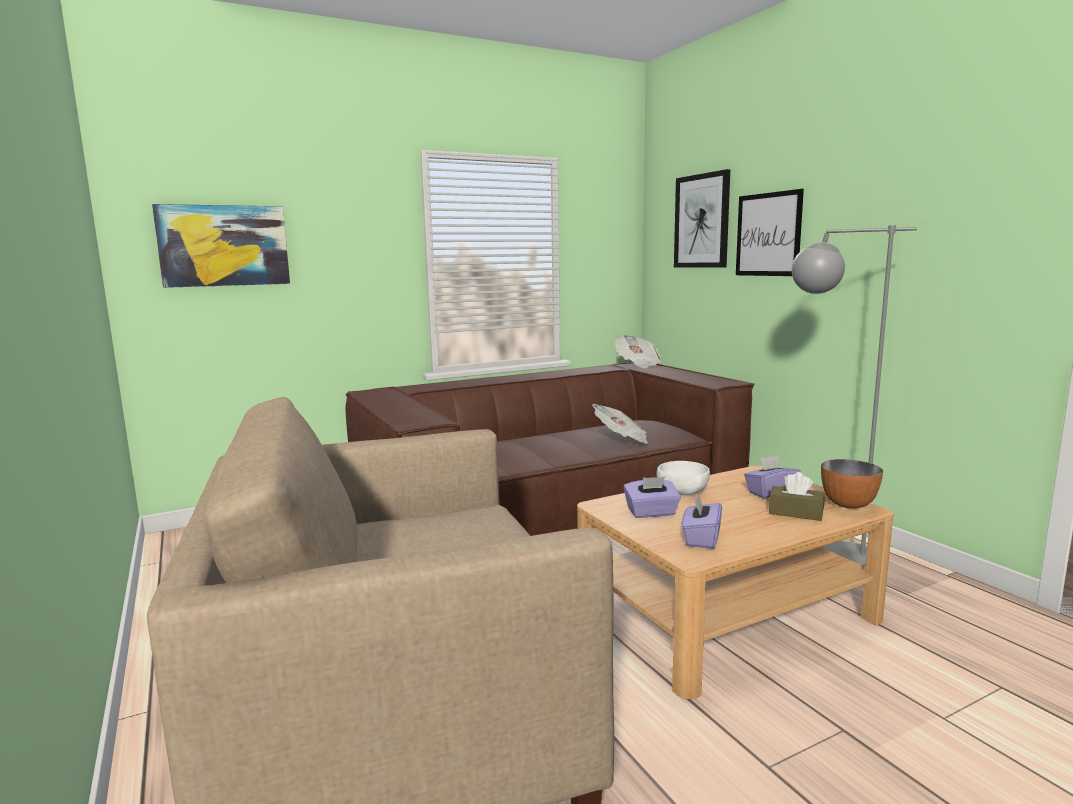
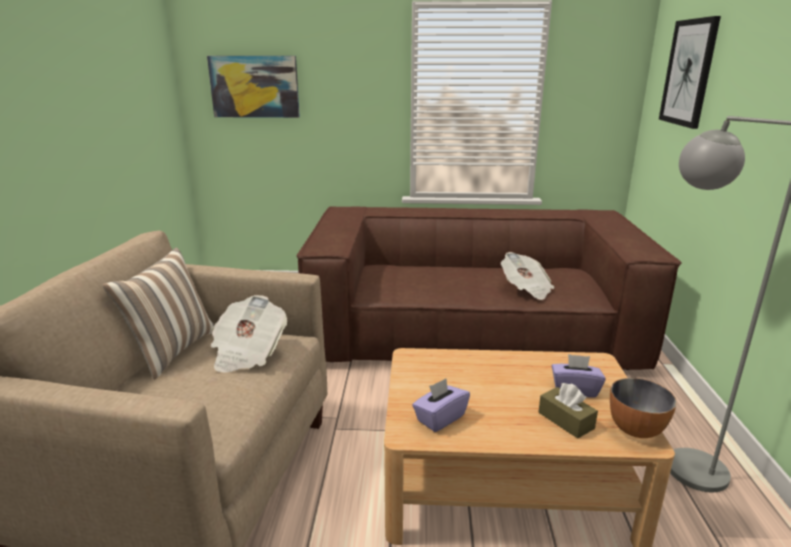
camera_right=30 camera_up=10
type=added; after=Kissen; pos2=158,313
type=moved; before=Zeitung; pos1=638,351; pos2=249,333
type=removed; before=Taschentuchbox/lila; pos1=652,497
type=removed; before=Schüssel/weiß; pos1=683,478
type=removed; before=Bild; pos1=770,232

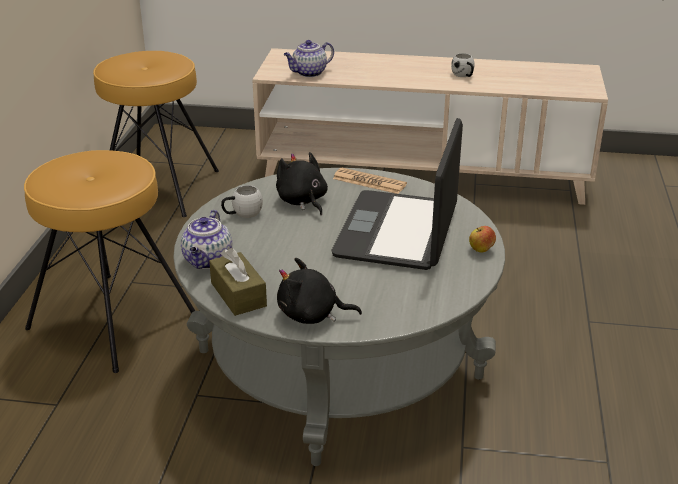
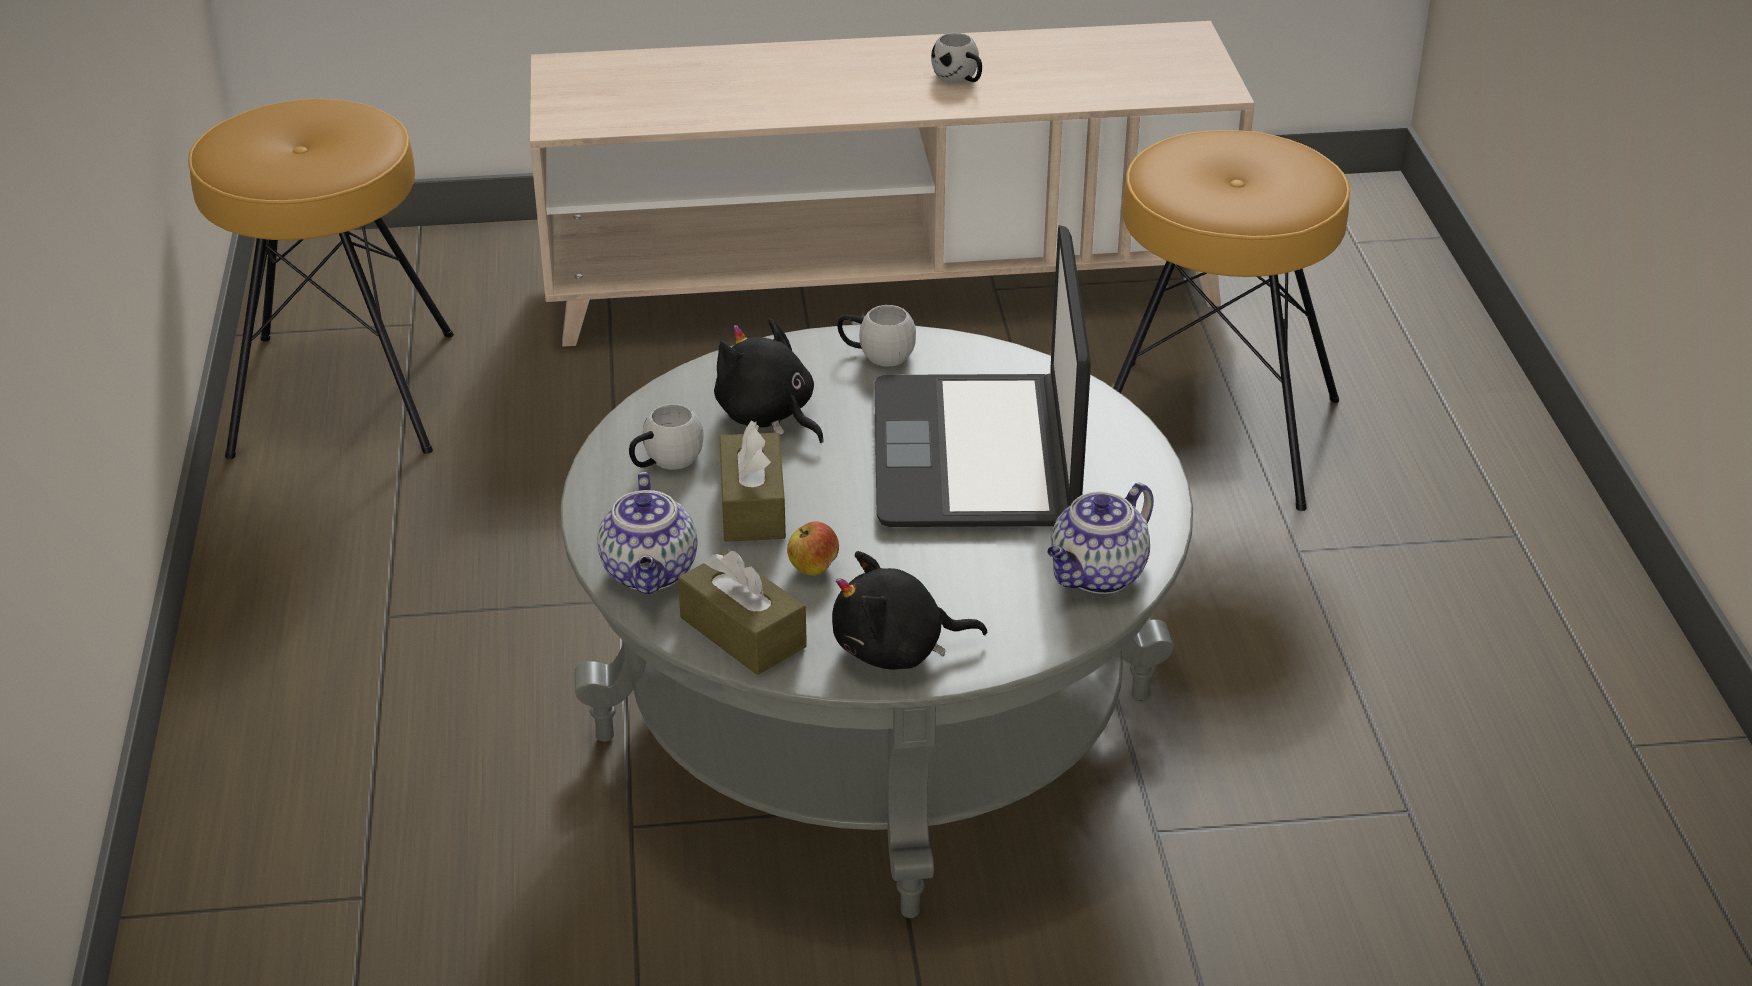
camera_right=-15 camera_up=5
type=added; after=Taschentuchbox/braun; pos2=752,481
type=moved; before=Apfel; pos1=482,239; pos2=813,548
type=replaced; before=Zeitung; after=Henkelbecher/weiß; pos1=370,181; pos2=877,335
type=moved; before=Teekanne; pos1=309,58; pos2=1100,538
type=moved; before=Hocker/braun; pos1=110,261; pos2=1231,320

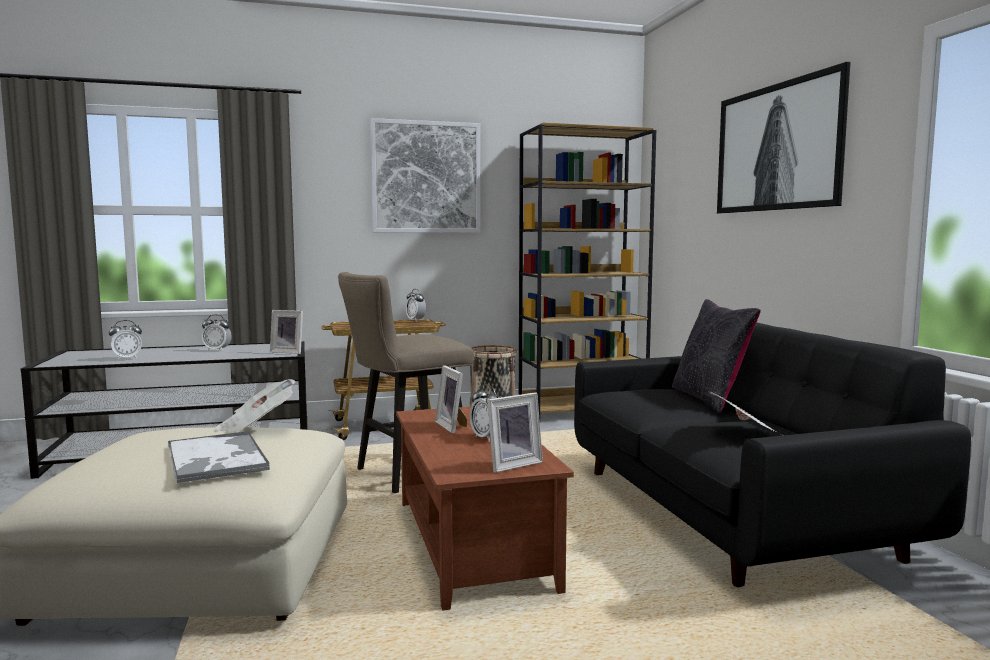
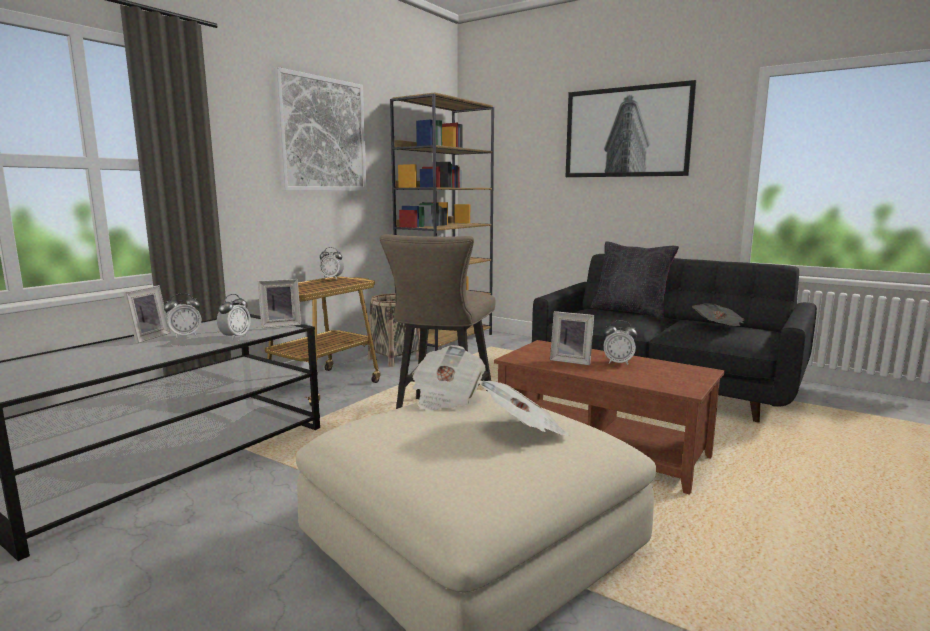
camera_right=-40 camera_up=5
type=moved; before=Bilderrahmen; pos1=515,432; pos2=147,314
type=moved; before=Wecker; pos1=125,340; pos2=234,317
type=replaced; before=Tablett; after=Zeitung; pos1=219,457; pos2=524,408

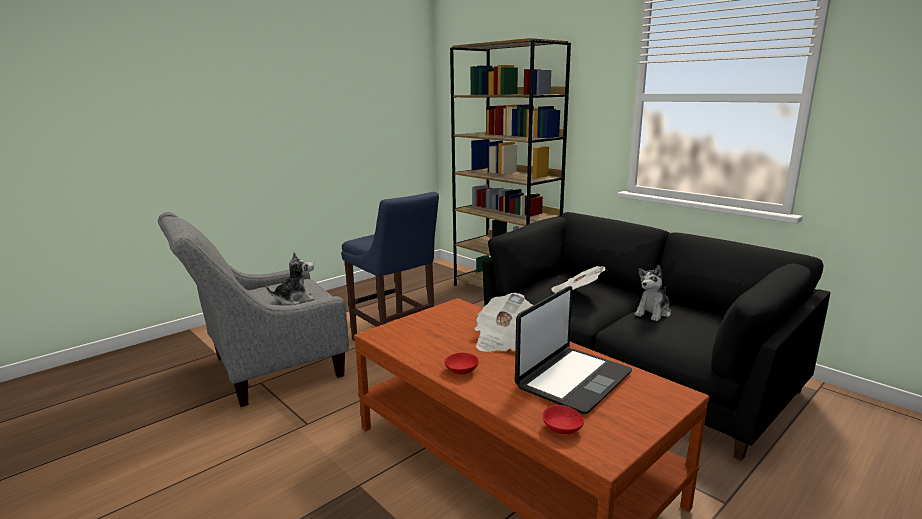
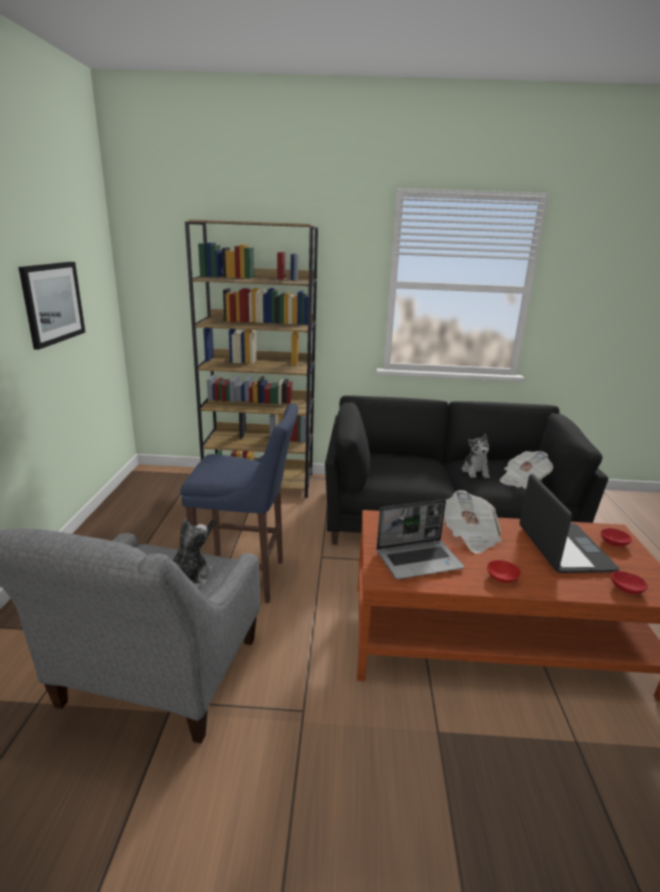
camera_right=-45 camera_up=5
type=added; after=Bild; pos2=51,306
type=added; after=Laptop; pos2=420,539
type=moved; before=Zeitung; pos1=579,279; pos2=526,470
type=added; after=Schüssel/rot; pos2=616,537

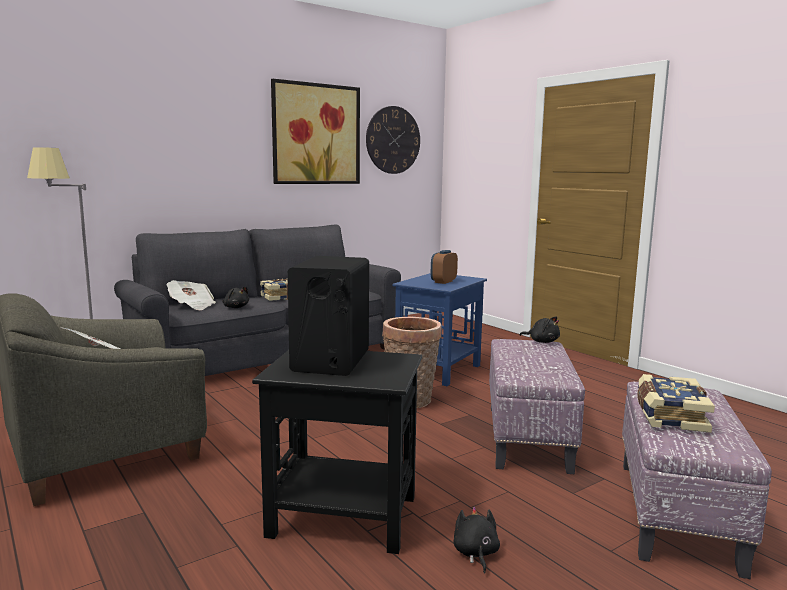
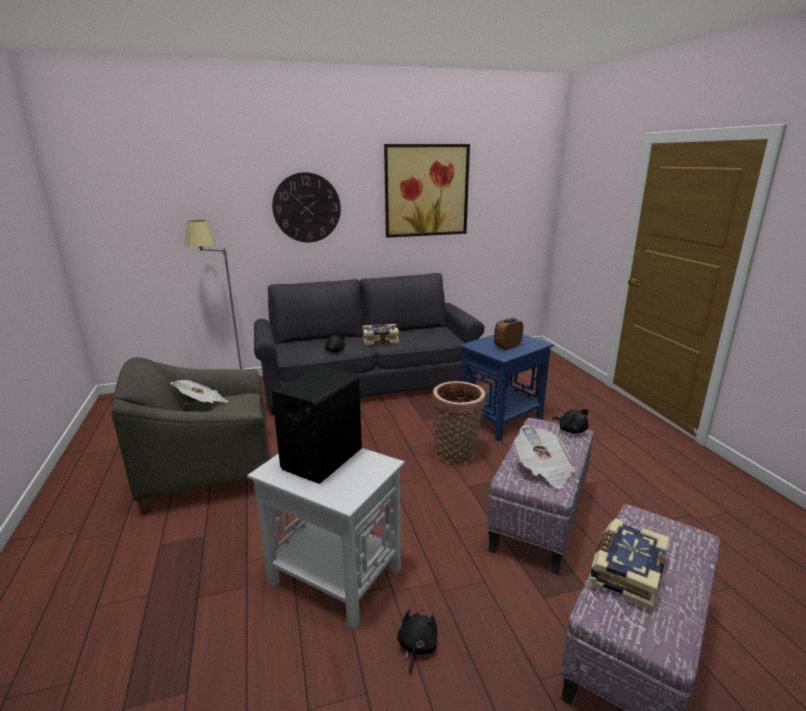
camera_right=20 camera_up=10
type=recoloured; before=Beistelltisch/schwarz; after=Beistelltisch/weiß; pos1=337,452; pos2=326,538
type=moved; before=Wanduhr; pos1=393,140; pos2=306,207
type=moved; before=Zeitung; pos1=191,295; pos2=545,457

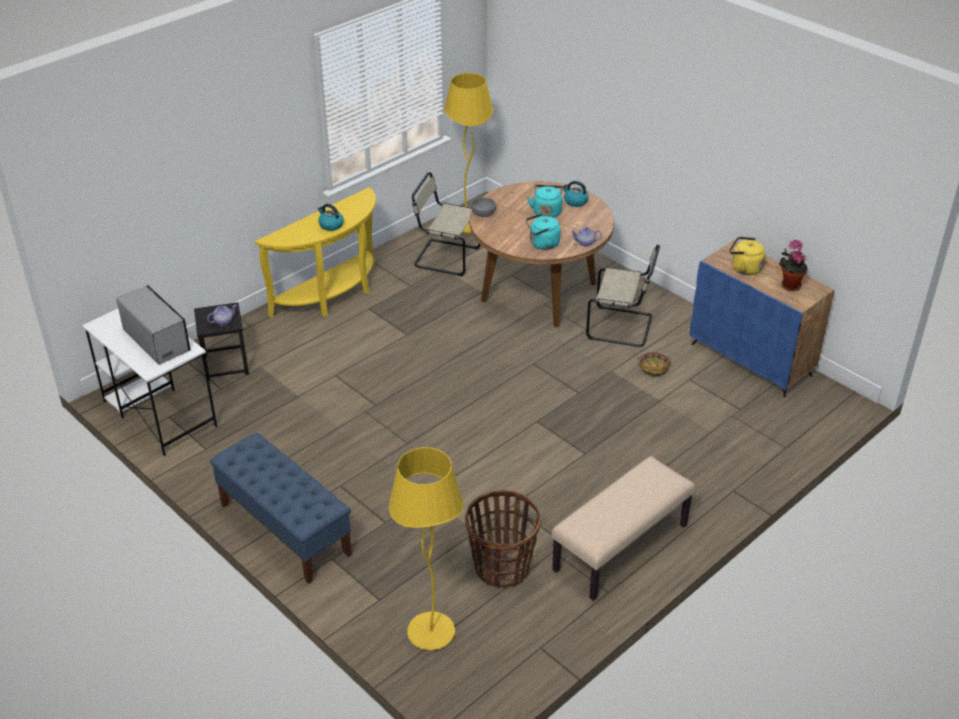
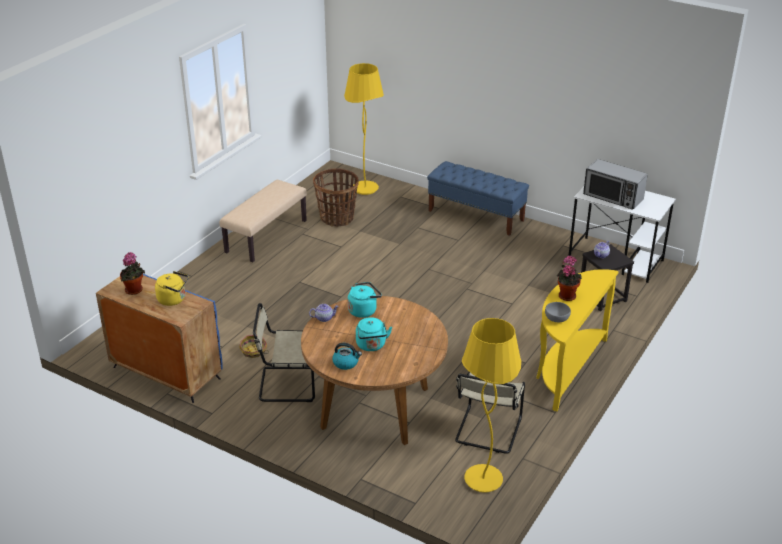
camera_right=165 camera_up=-5
type=turned; before=Stuhl/beige; pos1=446,224; pos2=490,413; turn=105
type=moved; before=Schüssel/grau; pos1=483,207; pos2=558,312
type=replaced; before=Wasserkessel; after=Topfpflanze; pos1=331,217; pos2=569,278

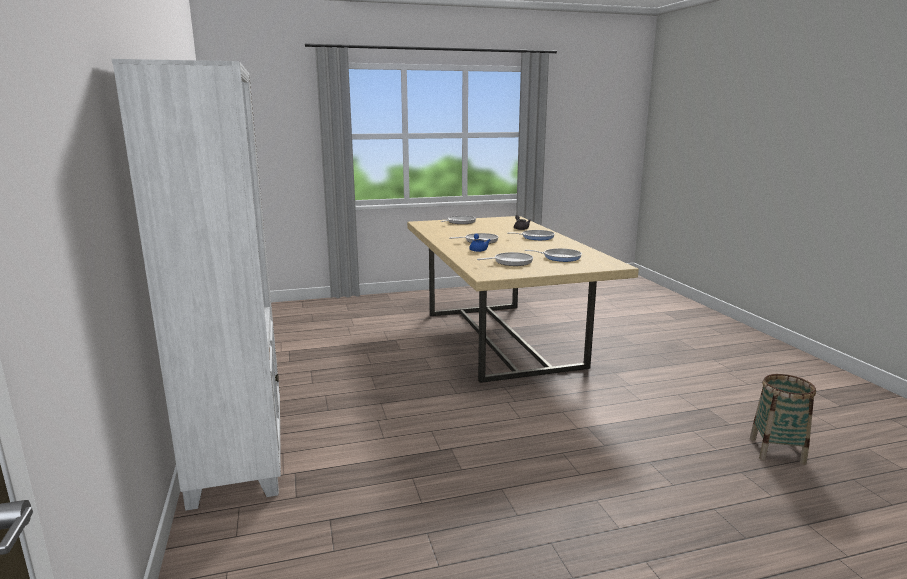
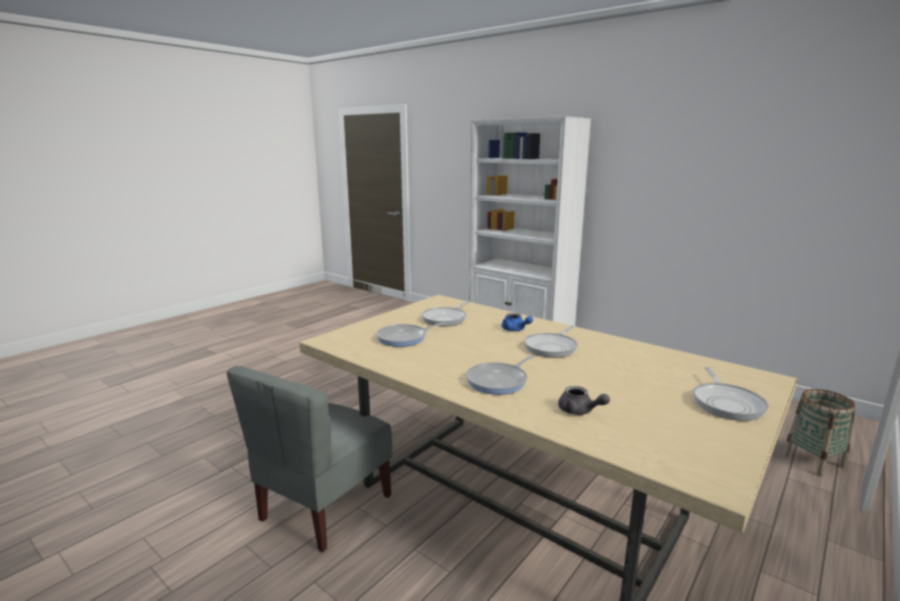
camera_right=145 camera_up=0
type=added; after=Stuhl/grau; pos2=309,459
type=moved; before=Korb; pos1=783,419; pos2=819,432

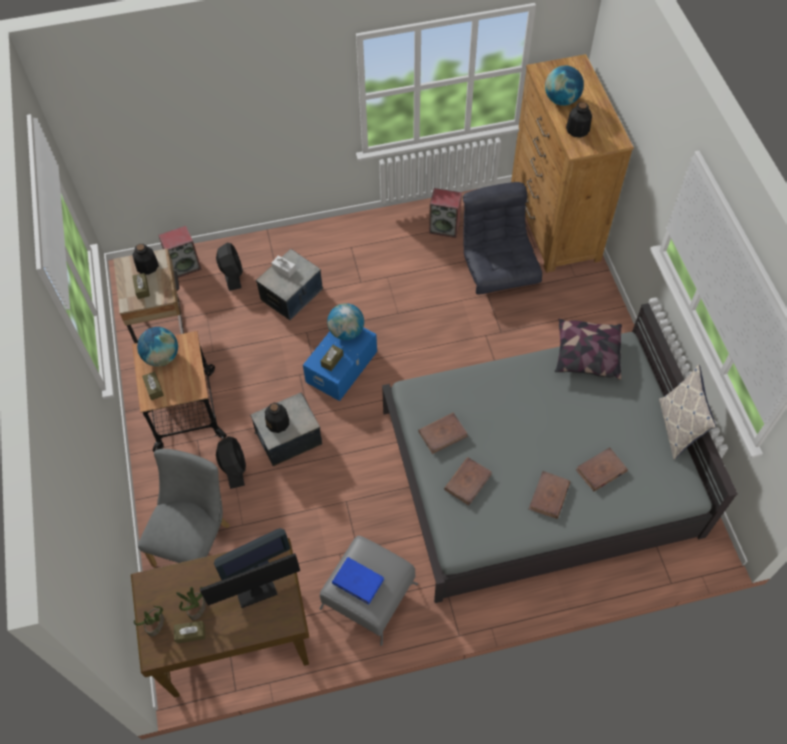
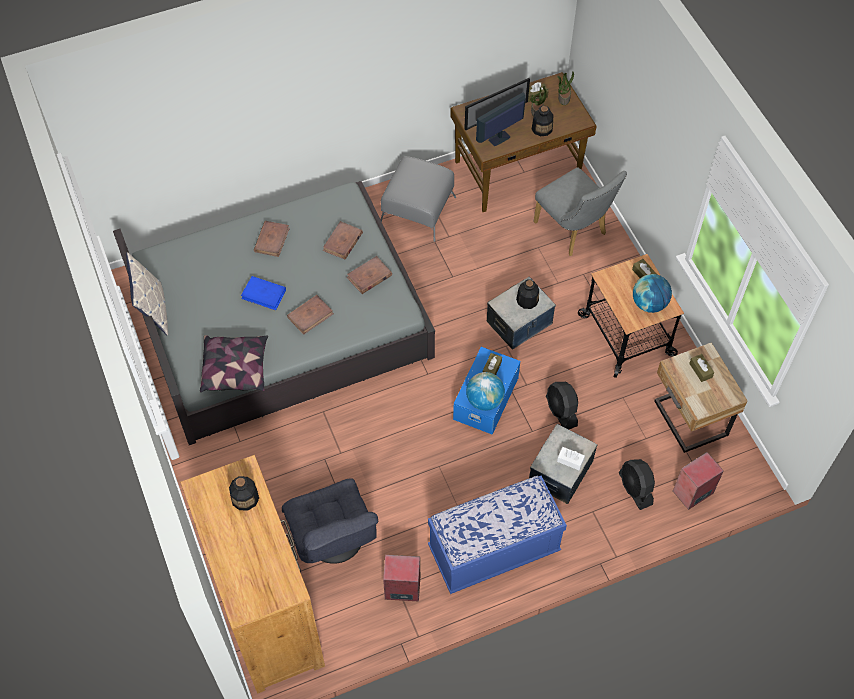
camera_right=170 camera_up=0
type=moved; before=Buch/blau; pos1=358,581; pos2=263,293
type=moved; before=Buch/braun; pos1=601,469; pos2=310,315
type=added; after=Bank/blau; pos2=497,535
type=moved; before=Flasche; pos1=145,259; pos2=542,121
type=turned; before=Stuhl/grau; pos1=184,508; pos2=580,211; turn=-45
type=moved; before=Ventilator/schwarz; pos1=231,462; pos2=562,405
type=removed; before=Globus; pos1=564,85

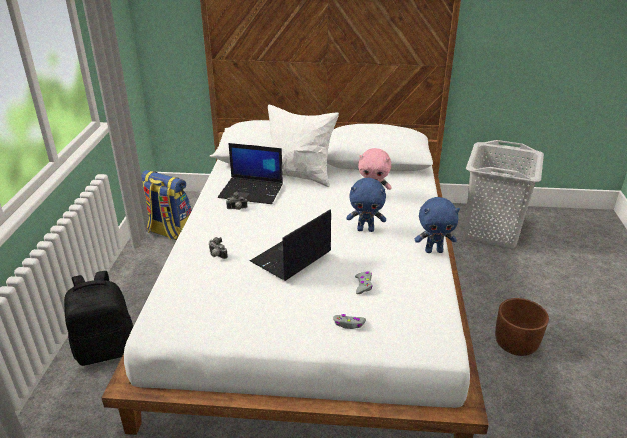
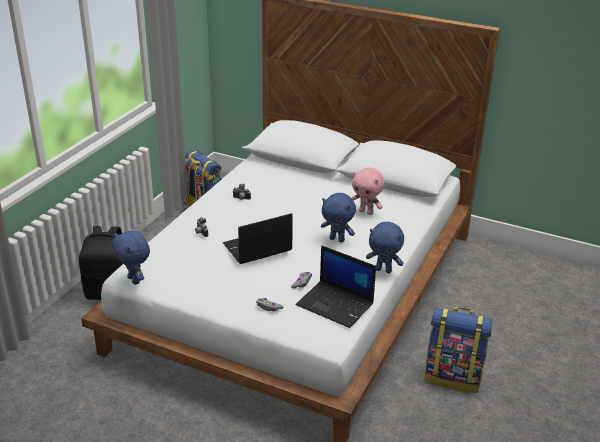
camera_right=20 camera_up=0
type=added; after=Plüschtier/blau; pos2=131,258
type=moved; before=Laptop; pos1=250,173; pos2=336,286
type=replaced; before=Pflanzkübel/braun; after=Rucksack; pos1=522,327; pos2=458,350
type=removed; before=Kissen/weiß; pos1=303,146
type=removed; before=Wäschekorb/grau; pos1=504,194

